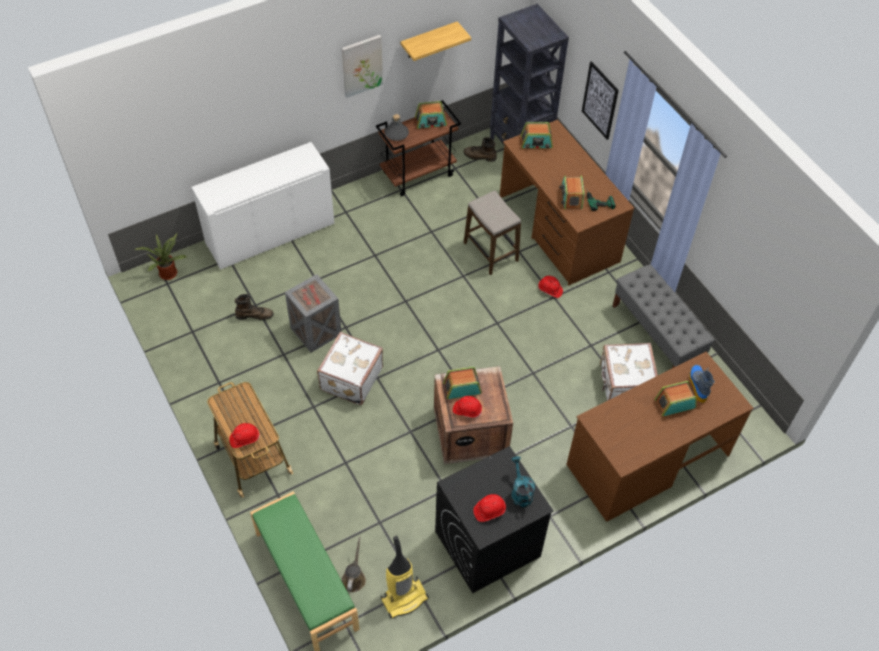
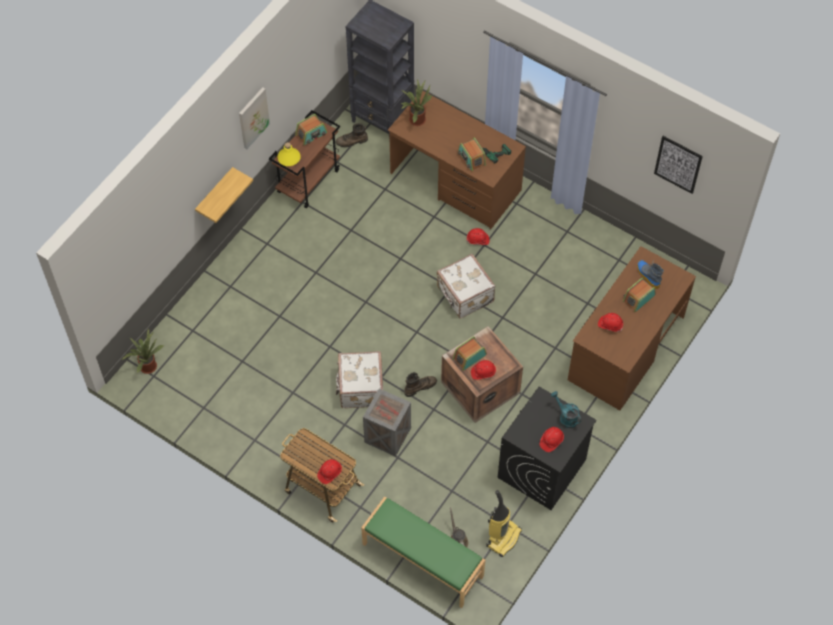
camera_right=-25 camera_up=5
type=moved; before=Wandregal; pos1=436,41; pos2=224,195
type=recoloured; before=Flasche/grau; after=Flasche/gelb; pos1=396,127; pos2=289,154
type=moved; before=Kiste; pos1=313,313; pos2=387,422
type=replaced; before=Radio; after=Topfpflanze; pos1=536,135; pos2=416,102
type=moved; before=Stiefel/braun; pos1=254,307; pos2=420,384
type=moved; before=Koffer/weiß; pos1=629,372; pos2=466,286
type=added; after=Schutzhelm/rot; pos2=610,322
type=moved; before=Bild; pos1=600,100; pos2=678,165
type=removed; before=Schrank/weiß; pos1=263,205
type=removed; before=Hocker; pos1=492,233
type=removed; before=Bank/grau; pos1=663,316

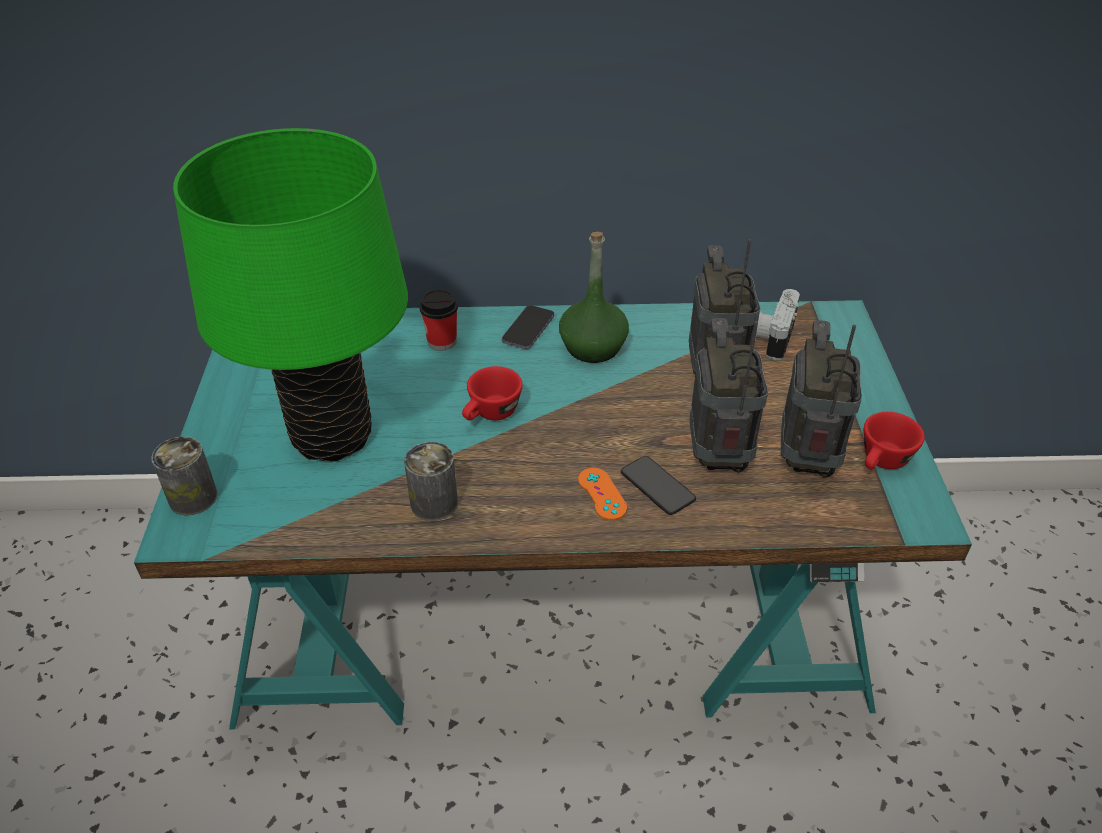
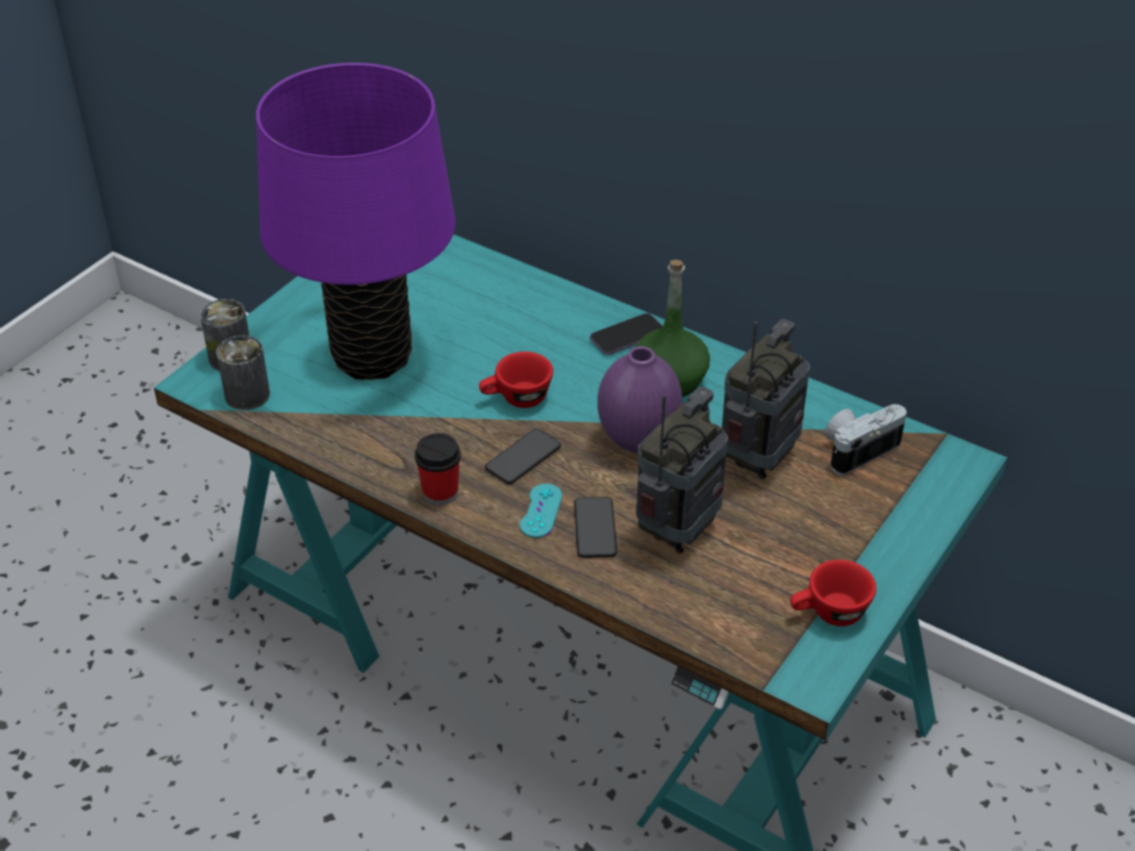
camera_right=35 camera_up=0
type=moved; before=Dose; pos1=431,481; pos2=243,372
type=recoloured; before=Tischlampe/grün; after=Tischlampe/lila; pos1=290,295; pos2=356,221
type=moved; before=Tasse; pos1=438,320; pos2=438,469
type=added; after=Handy; pos2=523,456
type=recoloured; before=Gamepad/orange; after=Gamepad/türkis; pos1=602,494; pos2=541,511
type=added; after=Vase/lila; pos2=639,399
type=removed; before=Radio; pos1=821,399

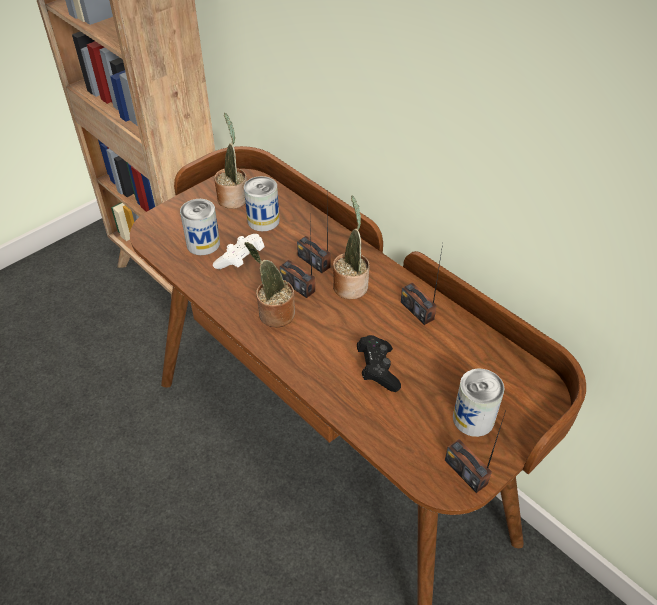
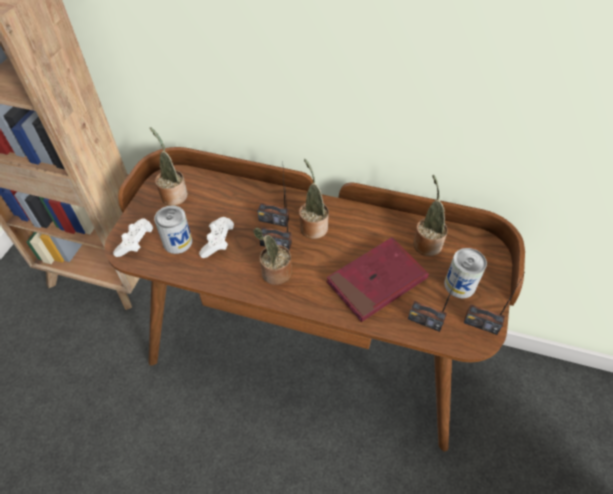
camera_right=-30 camera_up=5
type=added; after=Gamepad/weiß; pos2=133,237
type=replaced; before=Gamepad/schwarz; after=Buch/rot; pos1=379,363; pos2=377,279
type=moved; before=Radio; pos1=422,284; pos2=434,301
type=added; after=Topfpflanze; pos2=430,215
type=removed; before=Dose; pos1=262,203

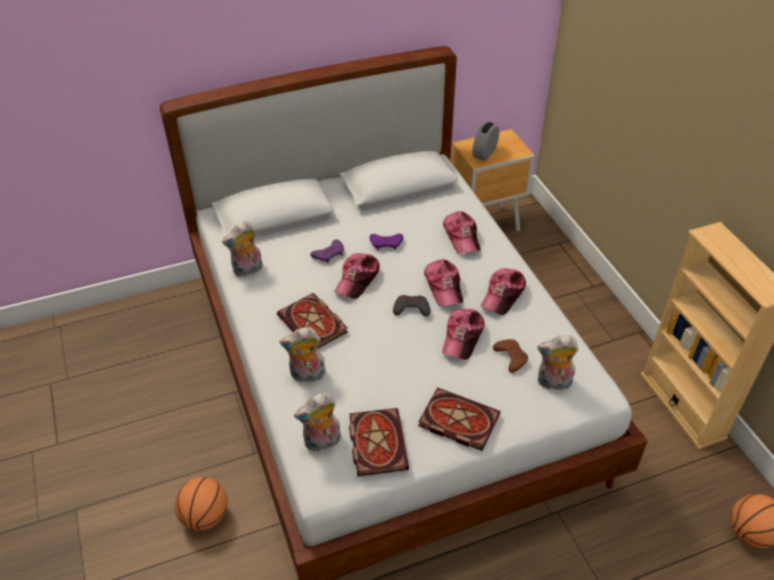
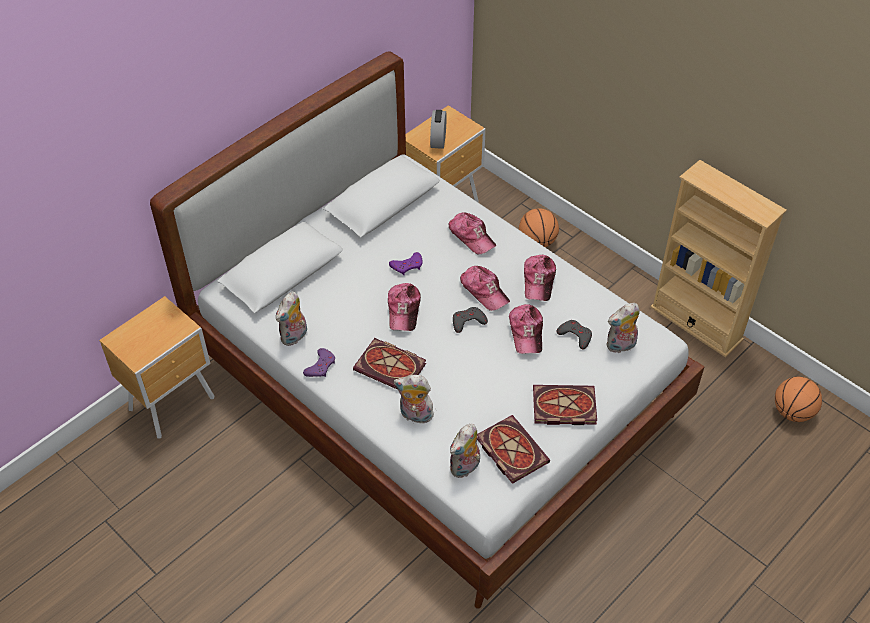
camera_right=-25 camera_up=5
type=added; after=Nachttisch/braun; pos2=156,367
type=moved; before=Gamepad/lila; pos1=327,251; pos2=319,362
type=turned; before=Plüschtier; pos1=303,354; pos2=414,400; turn=45
type=moved; before=Basketball; pos1=200,504; pos2=539,227
type=recoloured; before=Gamepad/braun; after=Gamepad/grau; pos1=510,356; pos2=574,334

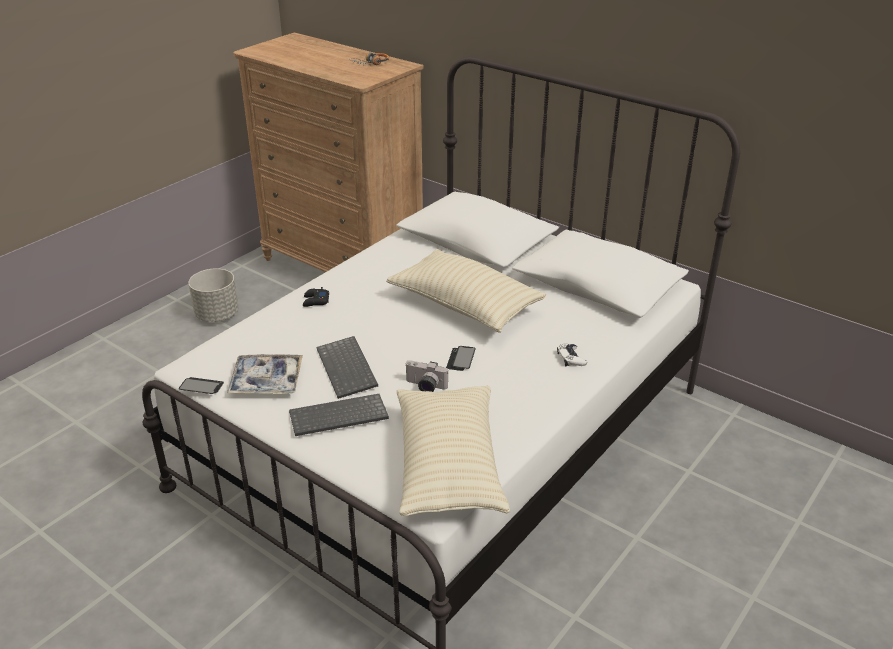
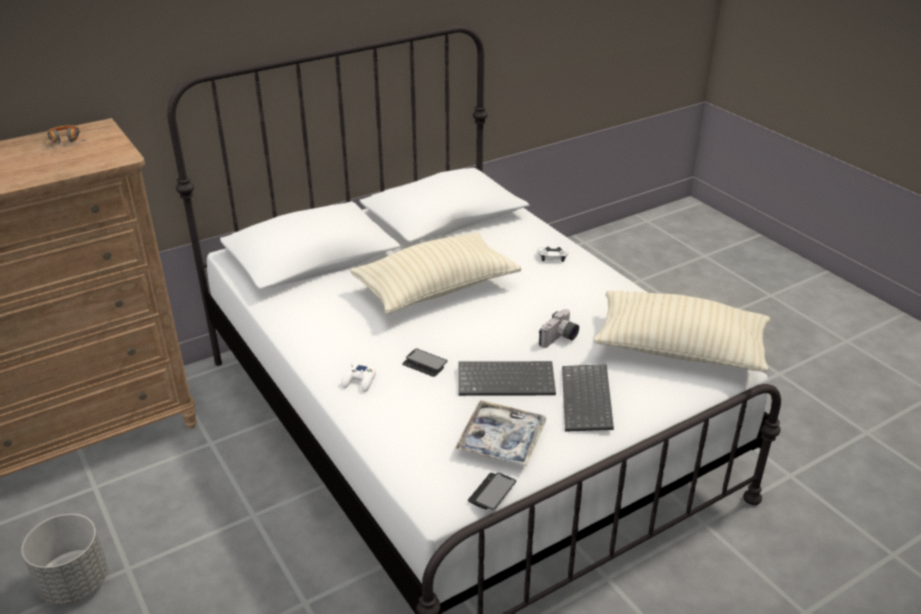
camera_right=-70 camera_up=0
type=recoloured; before=Gamepad/schwarz; after=Gamepad/weiß; pos1=316,297; pos2=358,378
type=moved; before=Handy; pos1=461,358; pos2=425,363

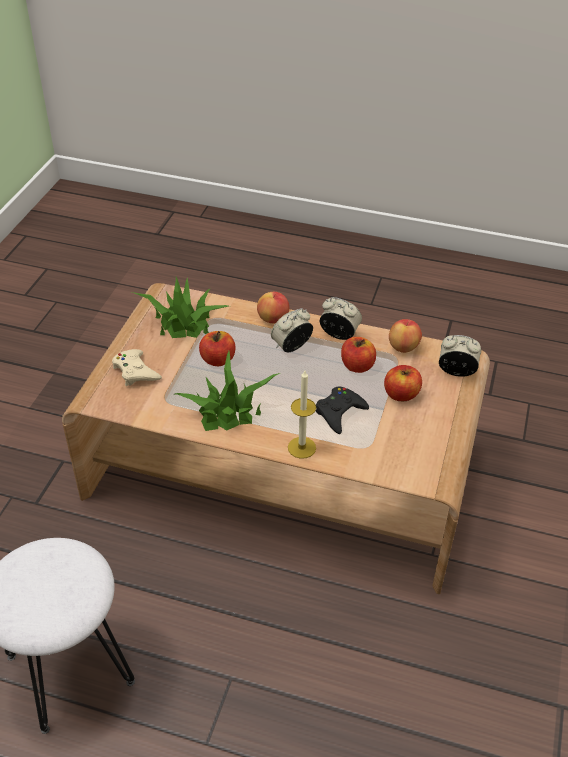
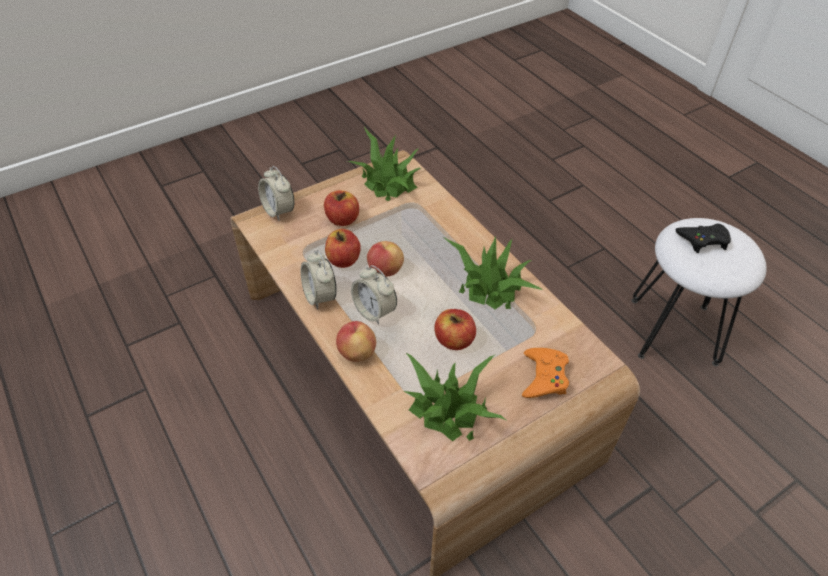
camera_right=-140 camera_up=5
type=added; after=Topfpflanze; pos2=384,164
type=turned; before=Wecker; pos1=292,330; pos2=374,295; turn=45
type=moved; before=Apfel; pos1=405,336; pos2=385,259
type=recoloured; before=Gamepad/beige; after=Gamepad/orange; pos1=137,367; pos2=545,373
type=moved; before=Gamepad/schwarz; pos1=342,410; pos2=703,238
type=removed; before=Kerze; pos1=302,415

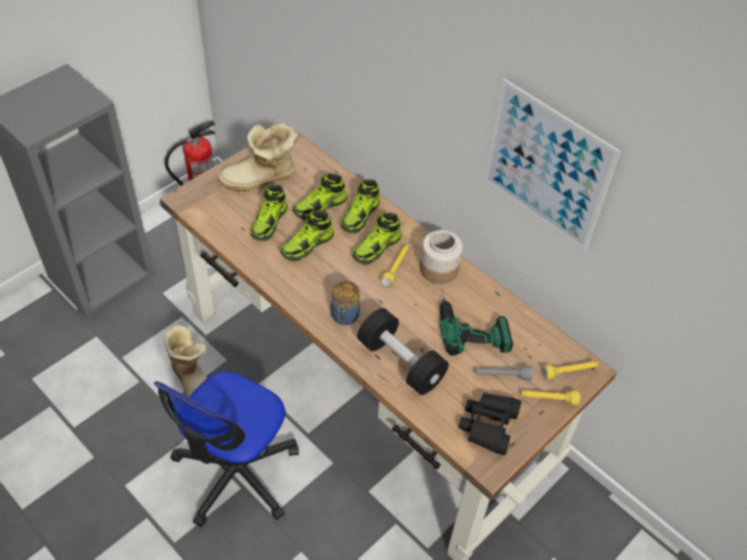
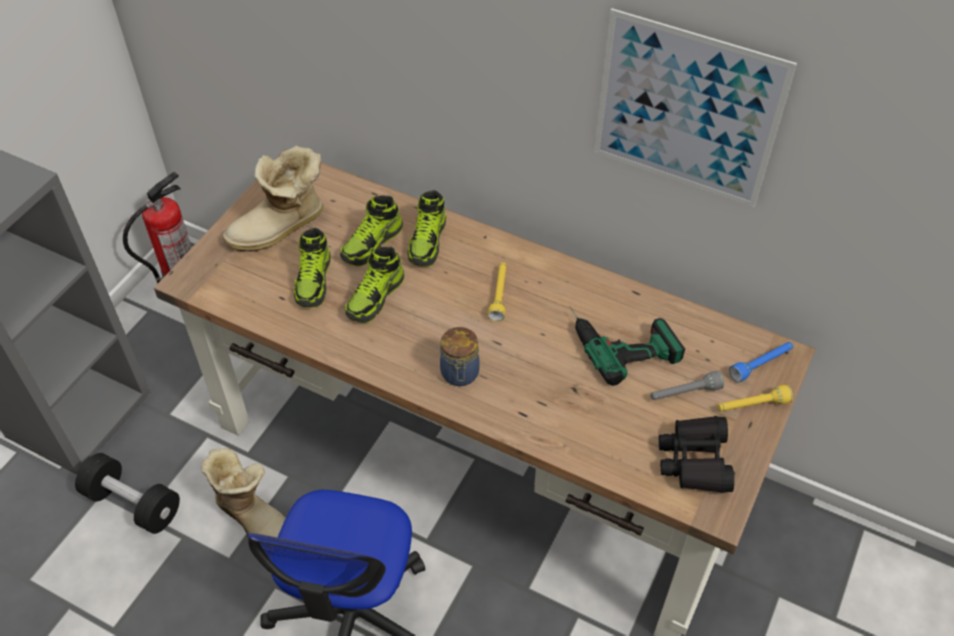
camera_right=-15 camera_up=0
type=moved; before=Hantel/schwarz; pos1=403,351; pos2=127,493
type=recoloured; before=Taschenlampe/gelb; after=Taschenlampe/blau; pos1=570,370; pos2=761,362
type=removed; before=Schuh; pos1=377,239
type=removed; before=Vorratsglas; pos1=441,257

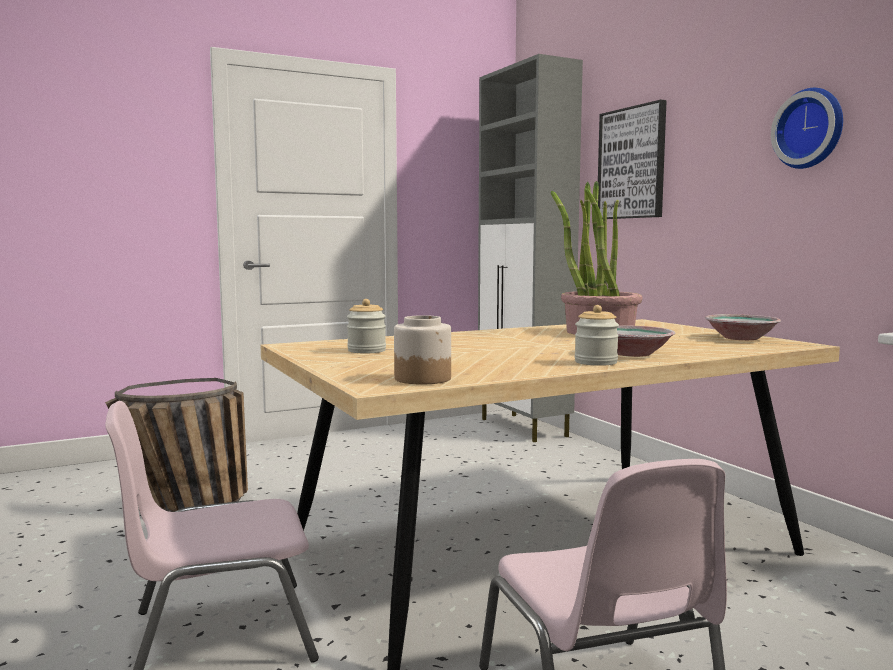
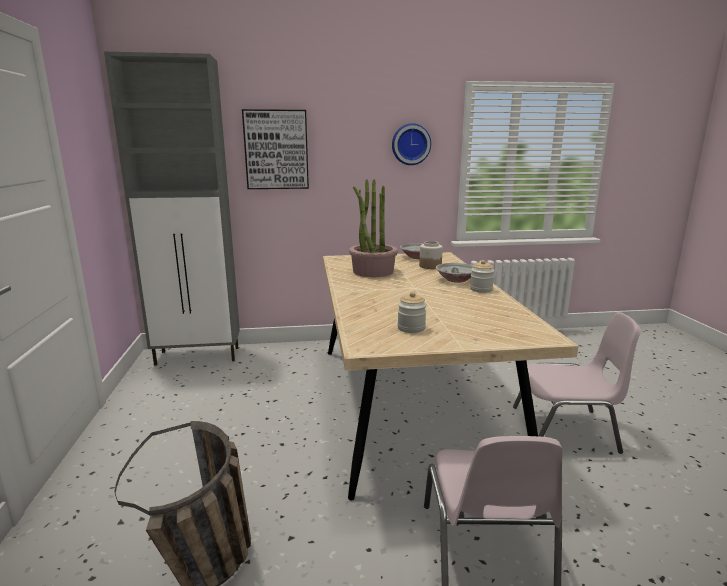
camera_right=-70 camera_up=10
type=moved; before=Vorratsglas; pos1=422,349; pos2=431,255

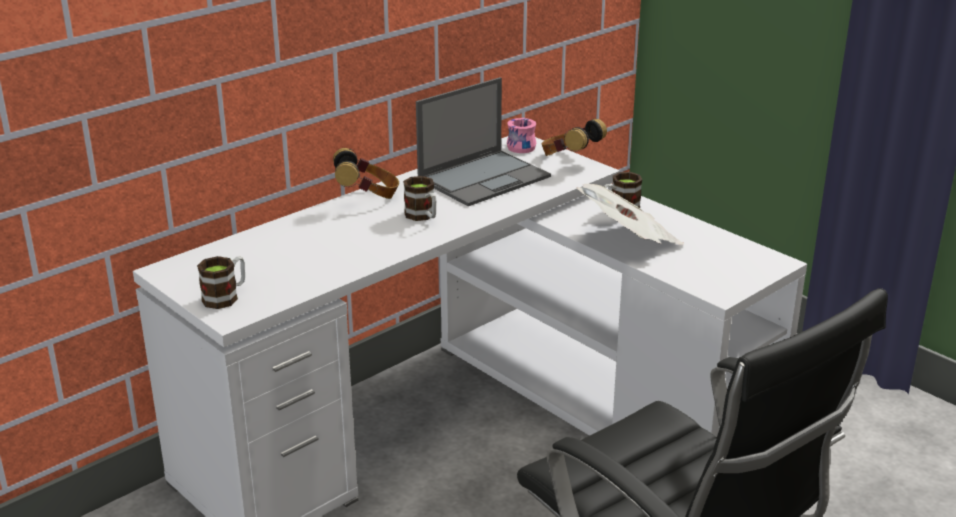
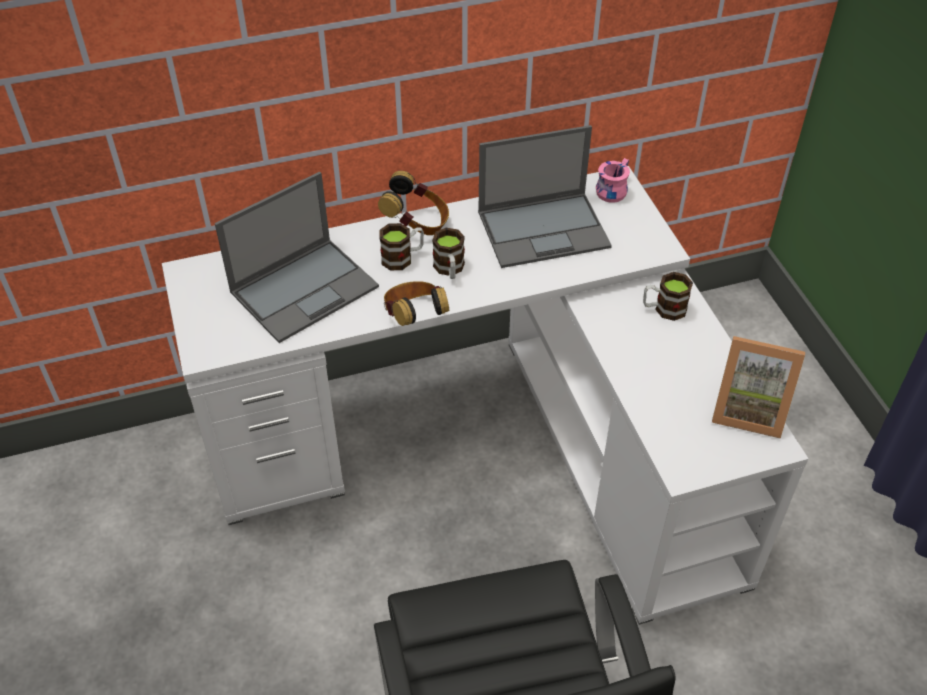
camera_right=25 camera_up=20
type=added; after=Laptop; pos2=297,257
type=moved; before=Henkelbecher; pos1=221,282; pos2=401,246
type=moved; before=Kopfhörer; pos1=574,137; pos2=416,303
type=added; after=Bilderrahmen; pos2=758,387
type=removed; before=Zeitung; pos1=630,214

